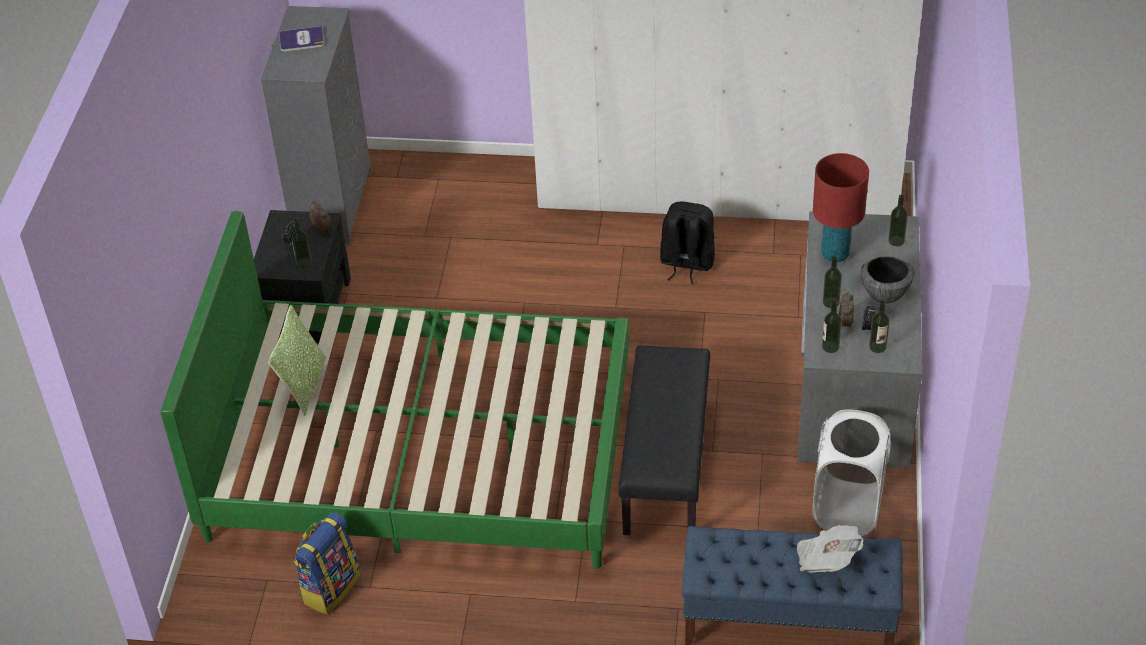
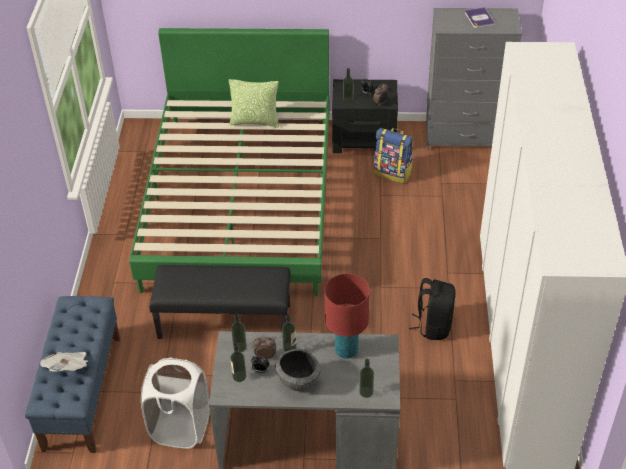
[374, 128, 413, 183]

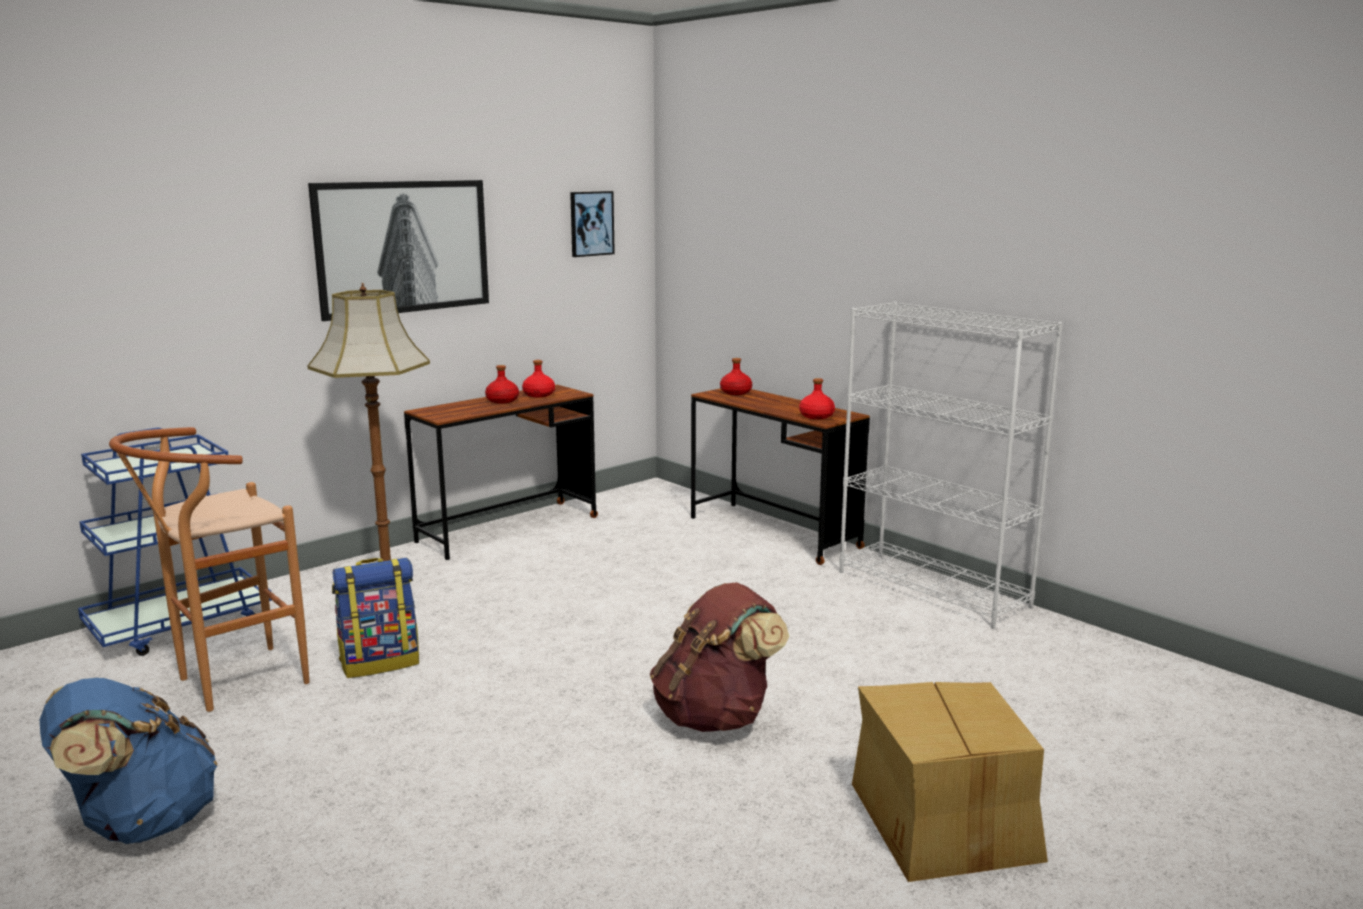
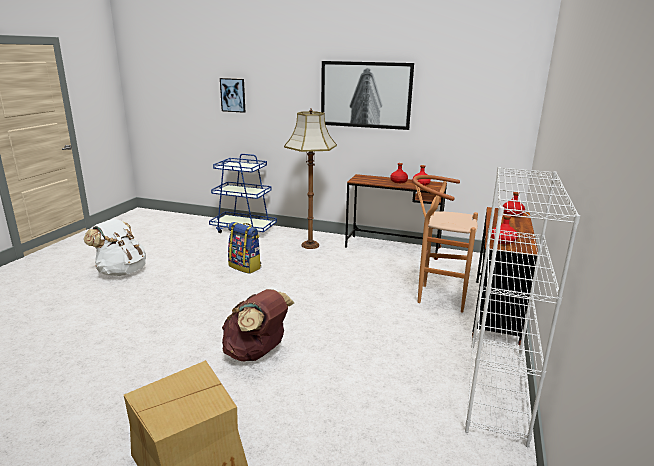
[220, 78, 245, 113]
[413, 175, 478, 313]
[84, 219, 146, 276]

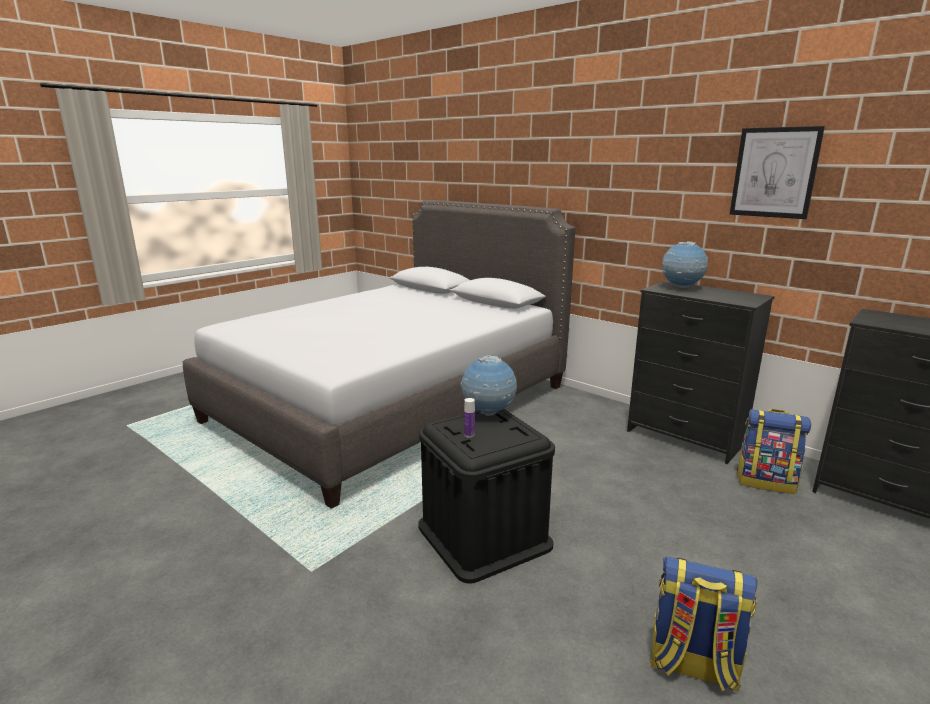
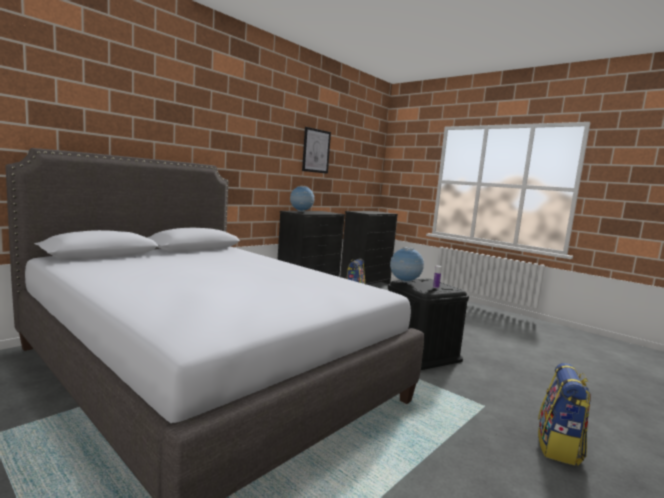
[538, 363, 591, 466]

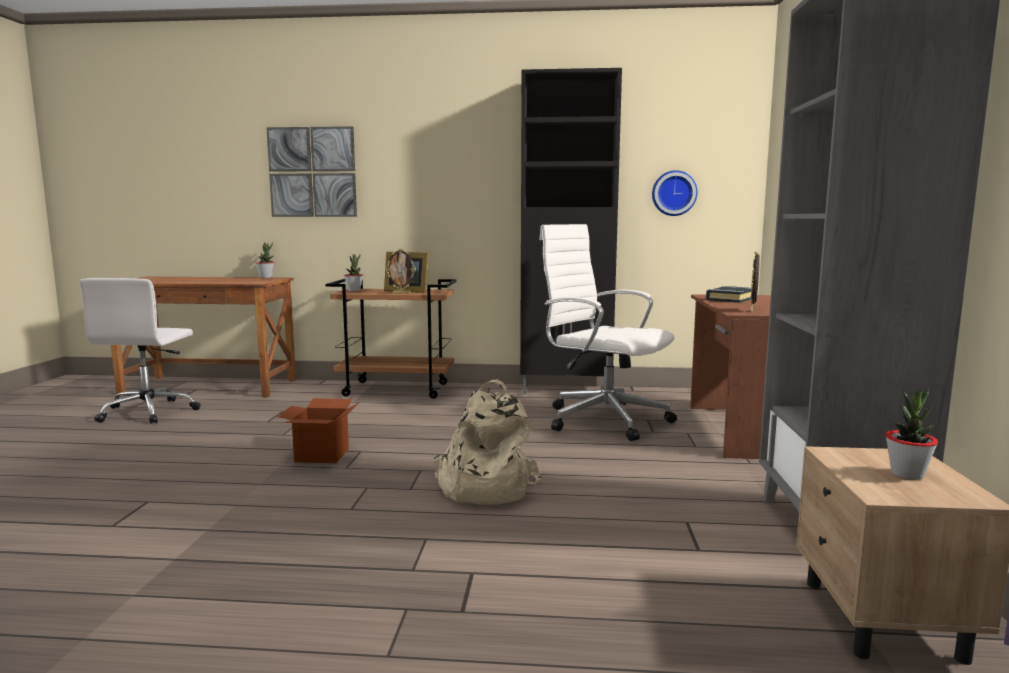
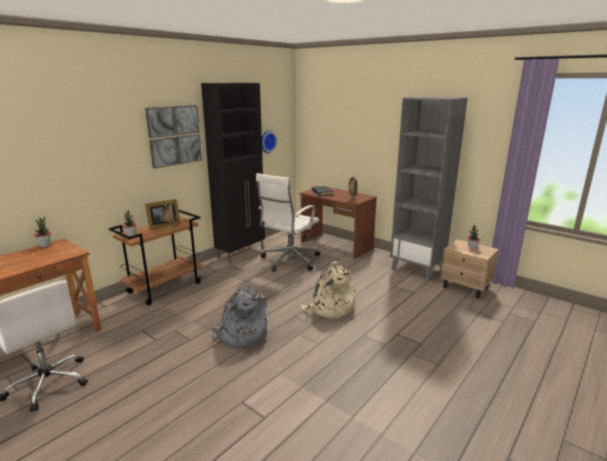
[145, 105, 202, 169]
[256, 173, 320, 271]
[212, 283, 268, 348]

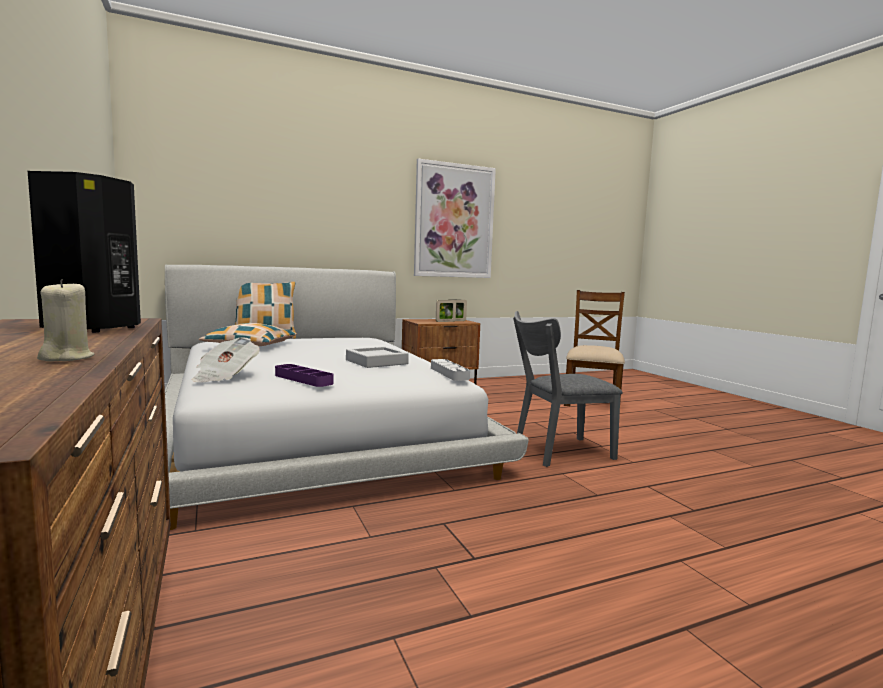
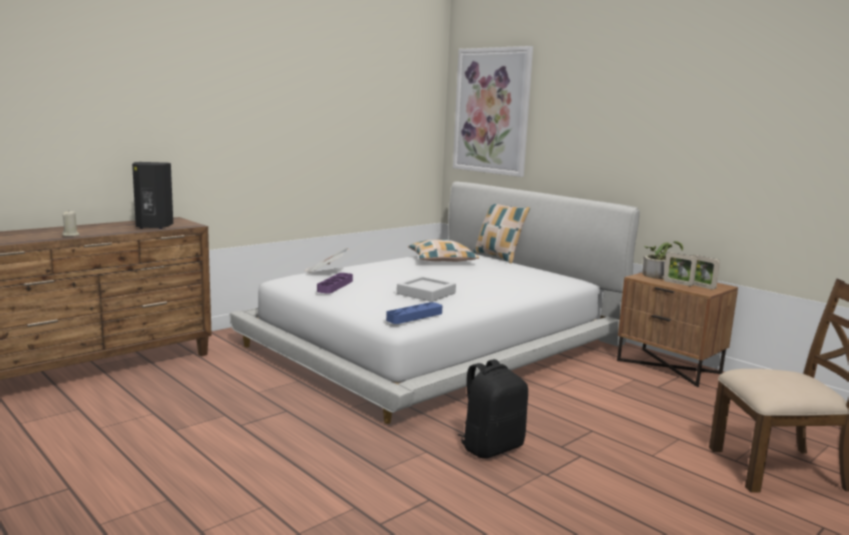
[453, 46, 533, 177]
[458, 359, 528, 458]
[386, 302, 442, 324]
[642, 241, 683, 279]

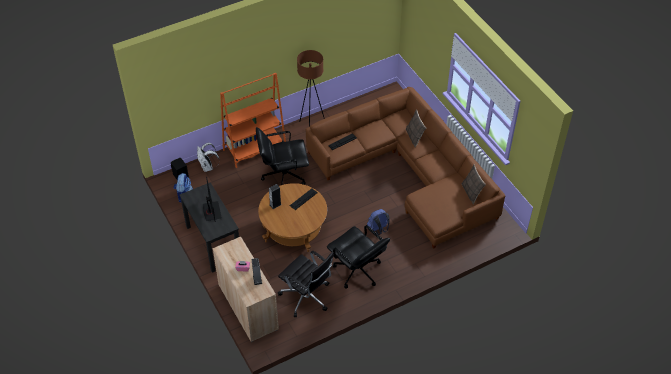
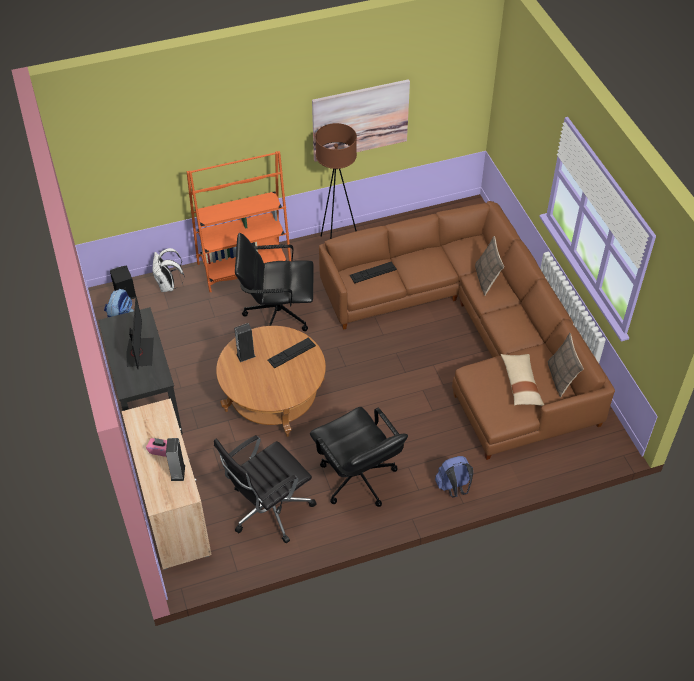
[435, 456, 473, 498]
[214, 435, 317, 543]
[312, 79, 410, 162]
[501, 354, 544, 406]

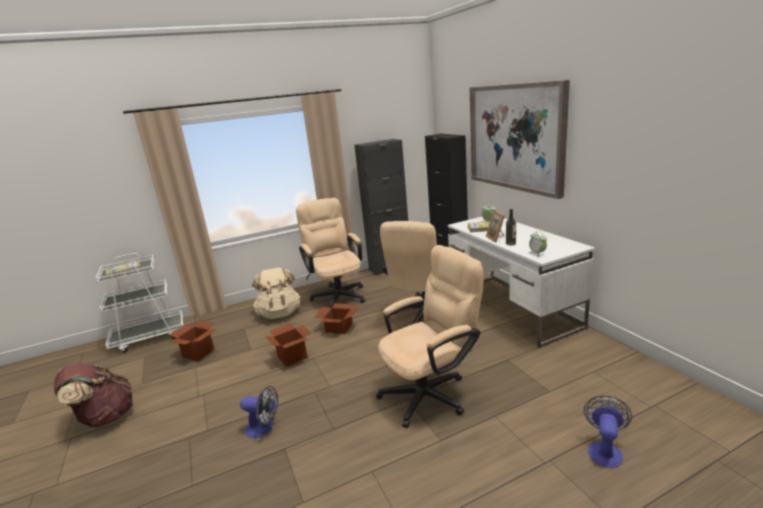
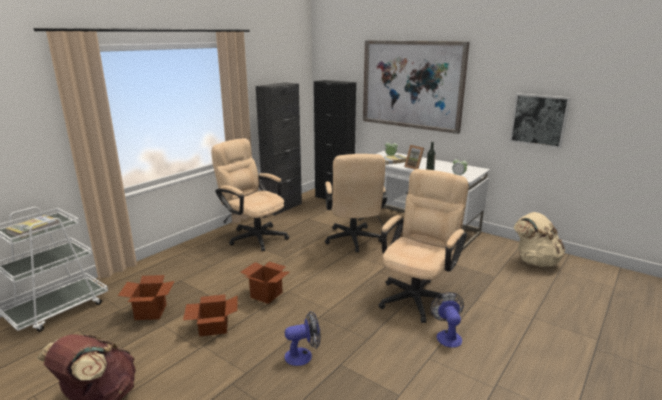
[514, 212, 565, 267]
[183, 294, 238, 337]
[430, 292, 464, 348]
[509, 93, 571, 149]

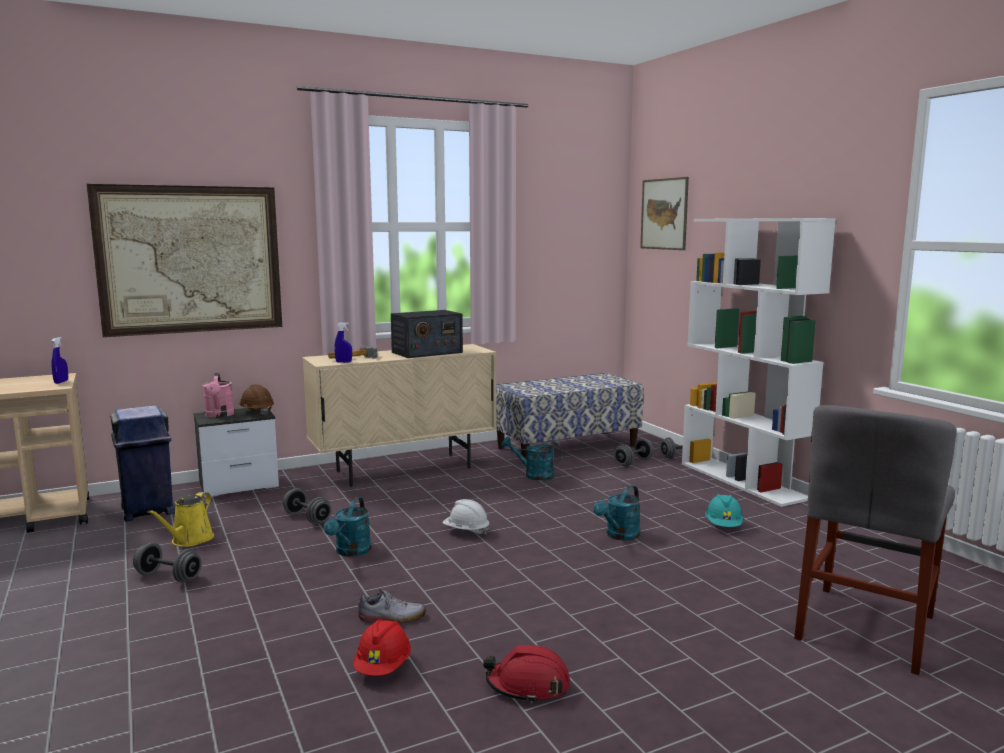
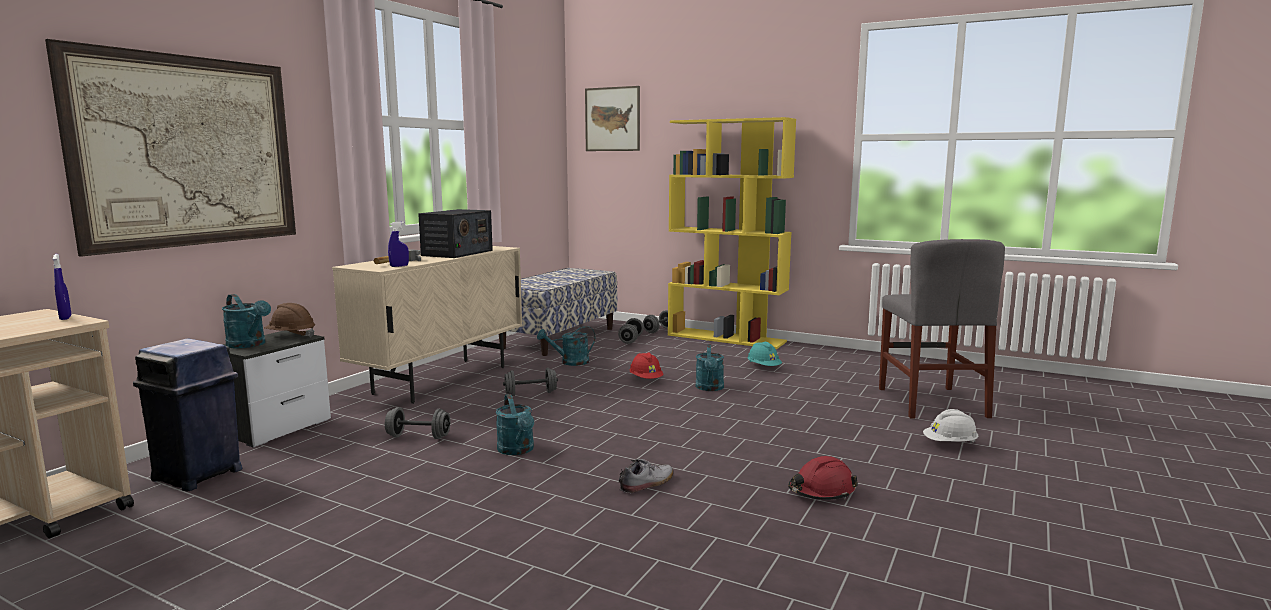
[668, 117, 796, 349]
[222, 294, 271, 349]
[148, 492, 214, 547] (first image)
[923, 409, 978, 443]
[503, 368, 558, 396]
[630, 352, 663, 379]

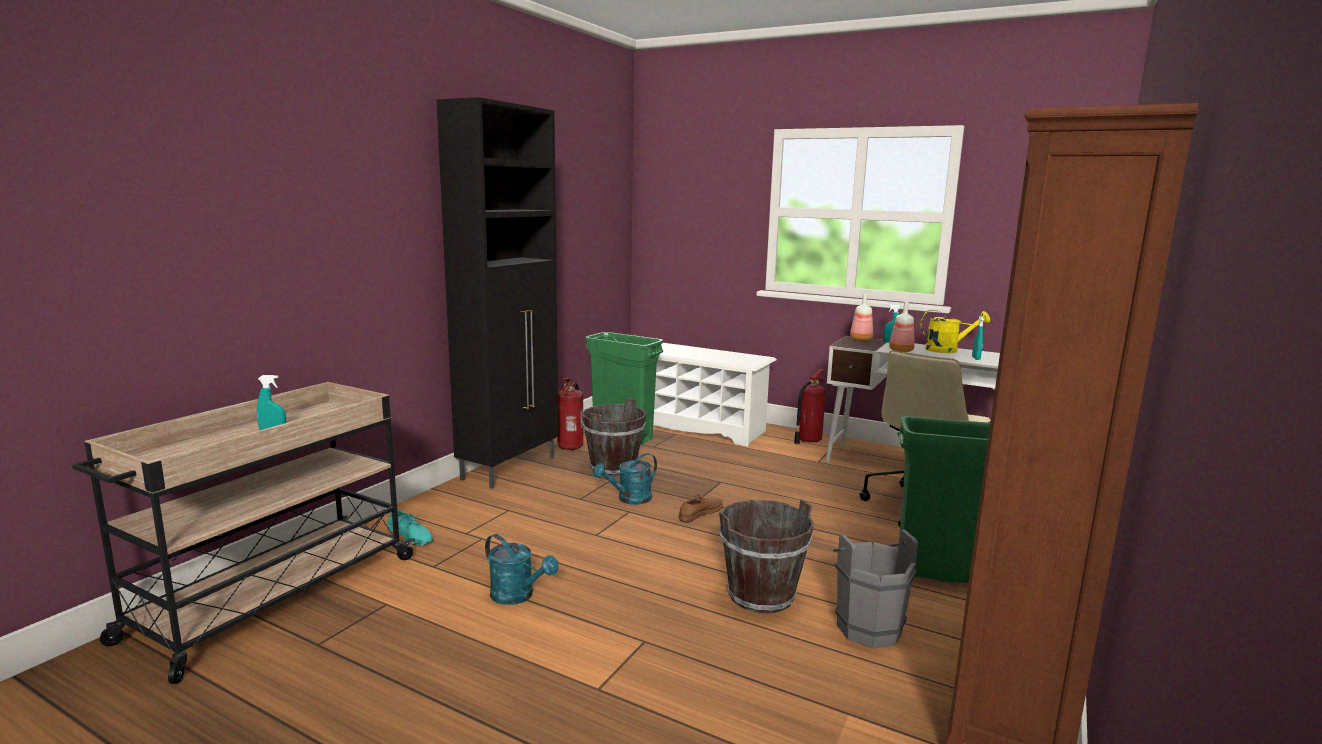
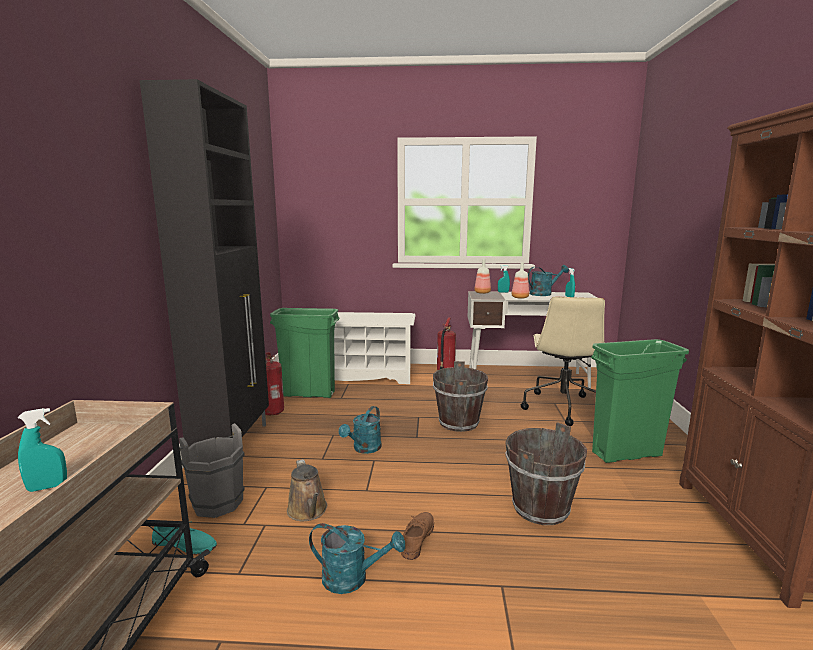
[528, 265, 569, 296]
[433, 361, 488, 432]
[401, 512, 434, 560]
[179, 423, 245, 518]
[287, 459, 327, 521]

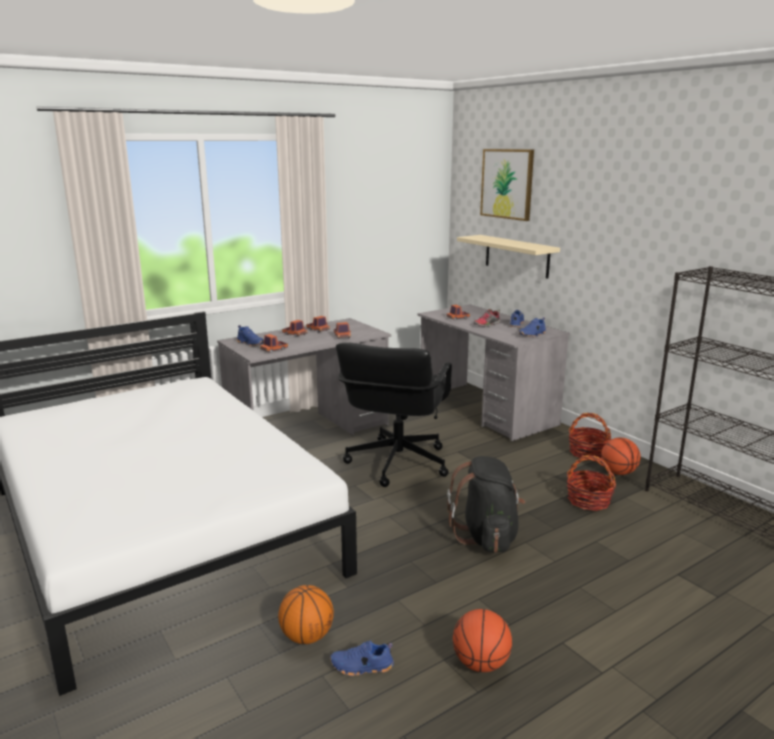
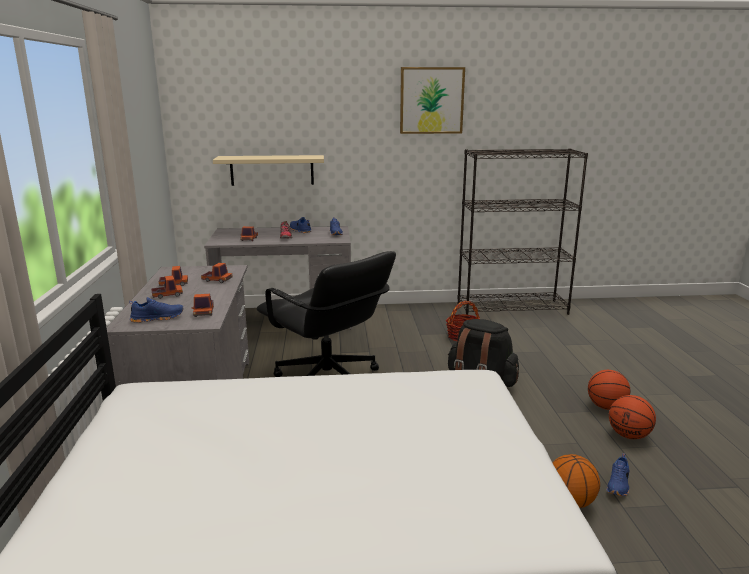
[400, 67, 465, 134]
[569, 413, 611, 459] (first image)
[588, 370, 630, 410]

